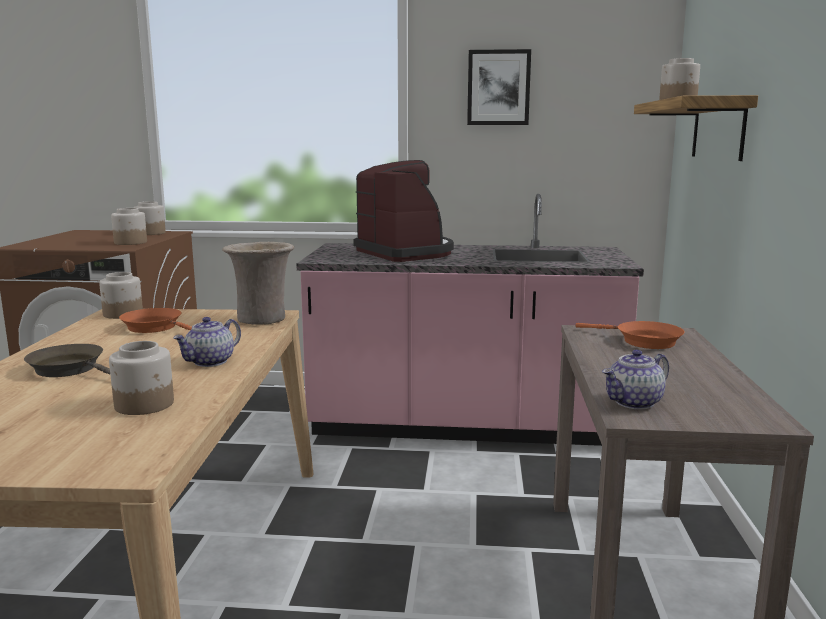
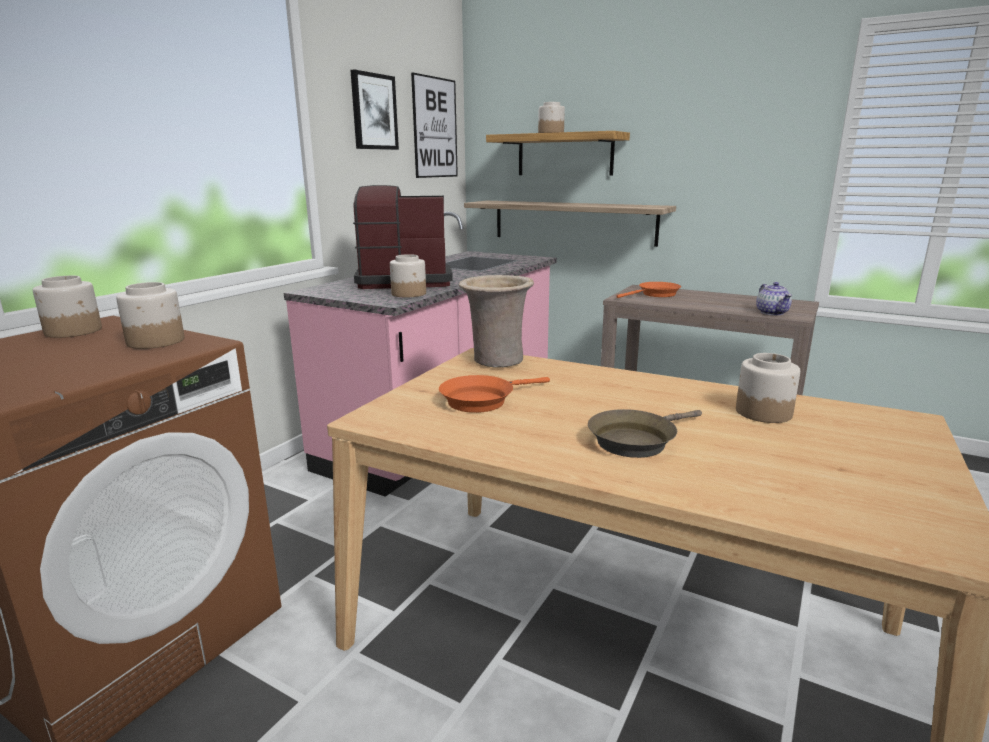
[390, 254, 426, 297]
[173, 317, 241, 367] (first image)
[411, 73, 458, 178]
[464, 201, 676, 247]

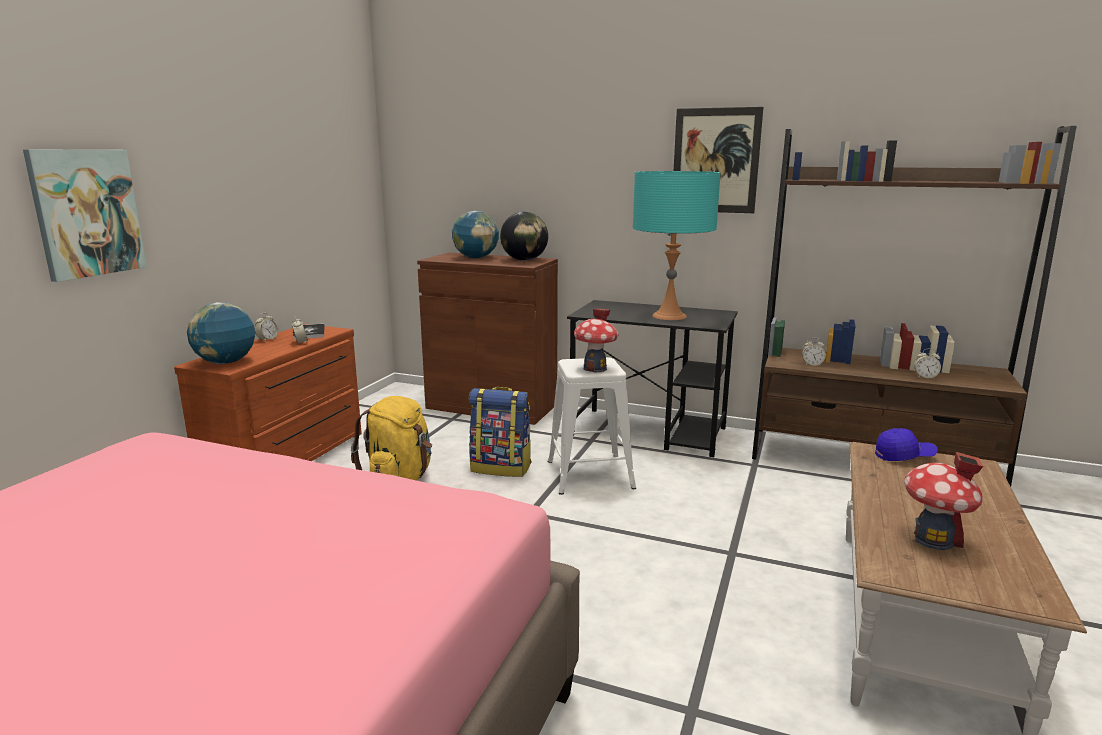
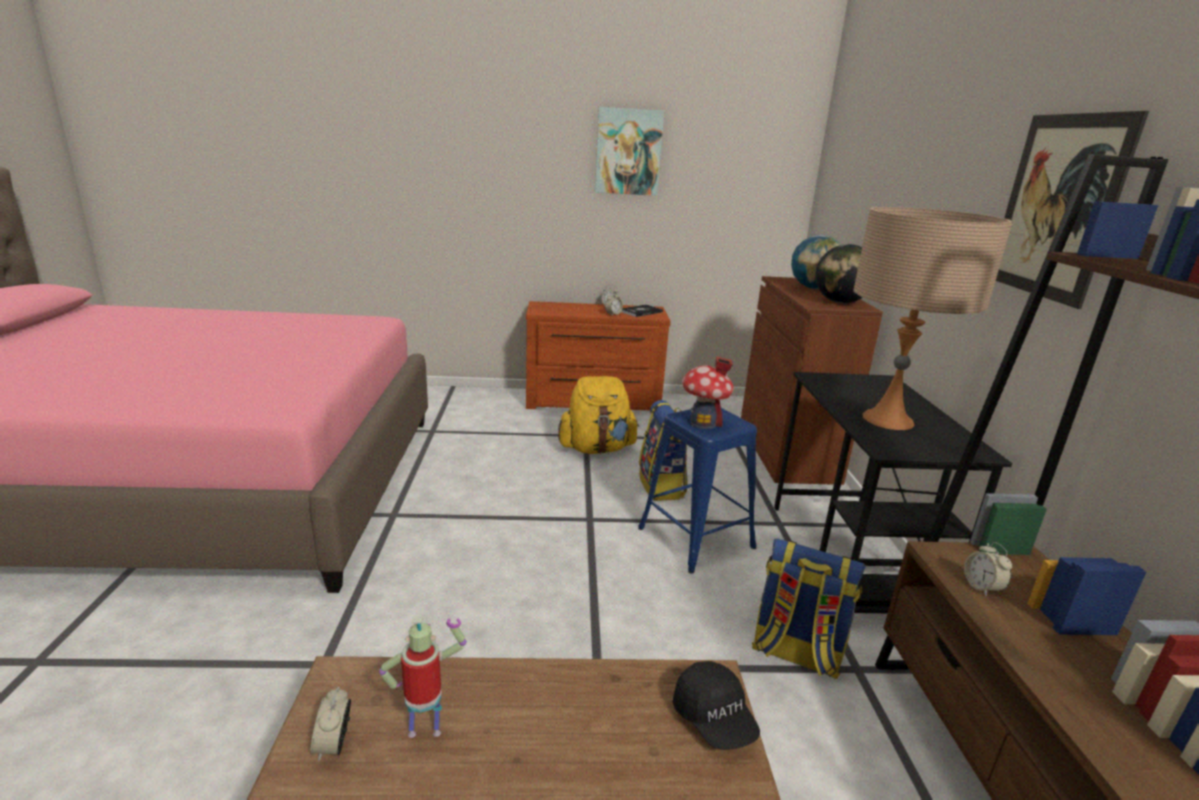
[595, 107, 664, 196]
[853, 207, 1012, 430]
[187, 302, 255, 364] (first image)
[311, 687, 351, 761]
[638, 408, 757, 574]
[673, 661, 760, 750]
[379, 616, 466, 738]
[752, 538, 866, 679]

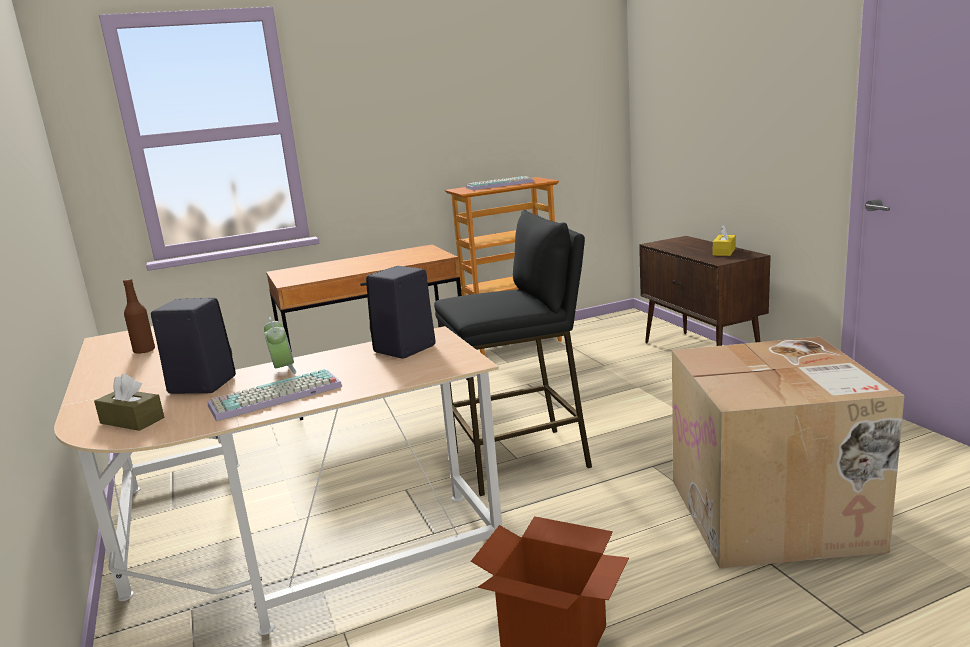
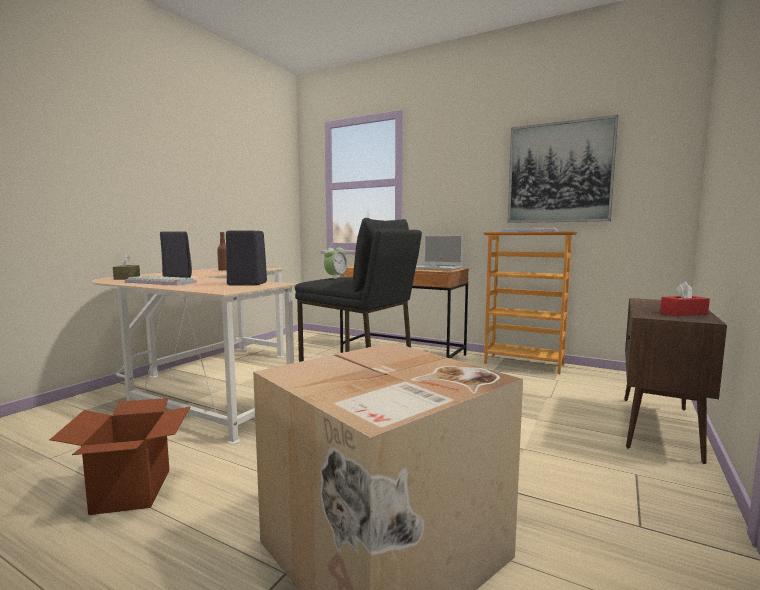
[660, 282, 710, 316]
[324, 243, 347, 279]
[507, 115, 618, 223]
[415, 235, 463, 271]

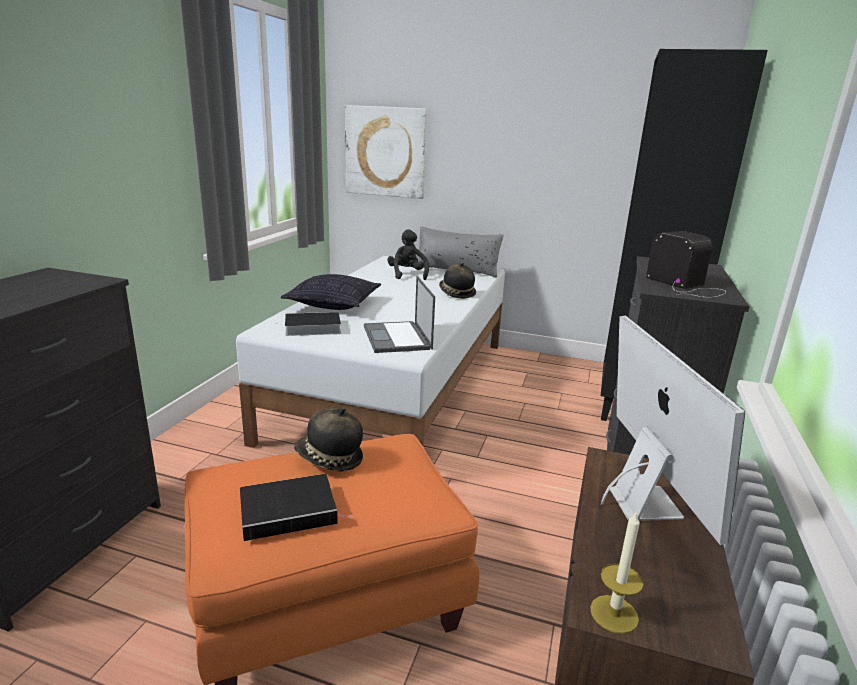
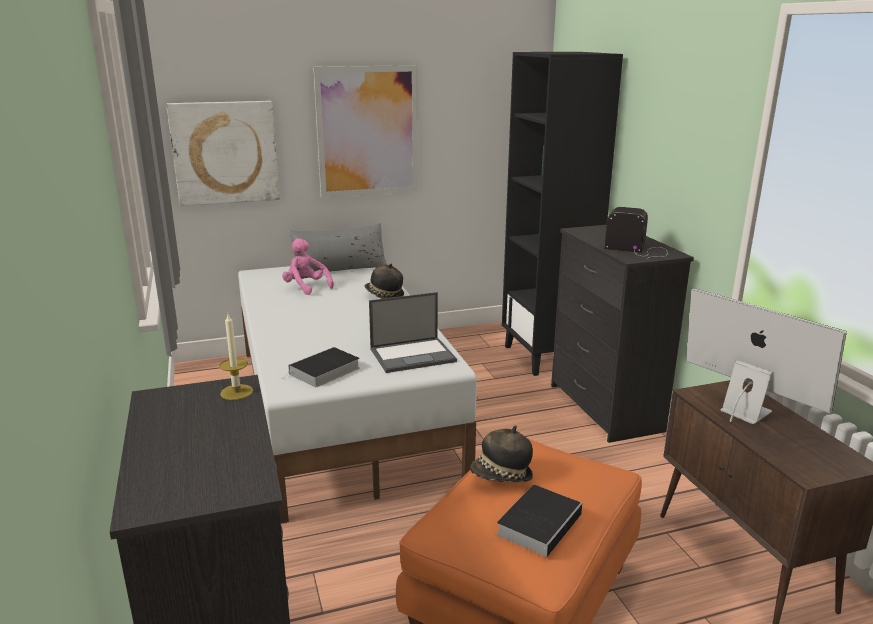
[282, 238, 334, 295]
[281, 274, 381, 310] (first image)
[369, 292, 457, 373]
[219, 314, 253, 400]
[313, 65, 418, 198]

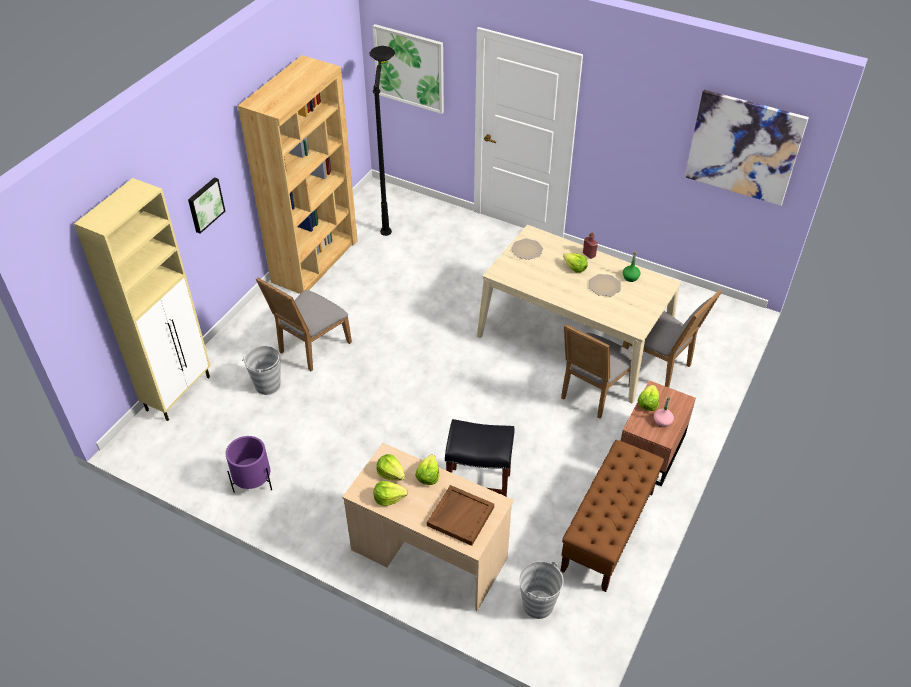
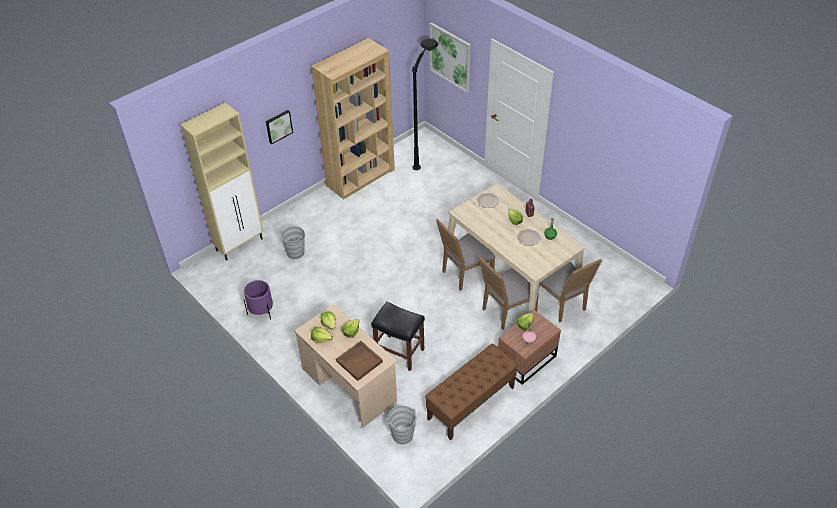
[685, 90, 809, 206] (first image)
[436, 219, 495, 291]

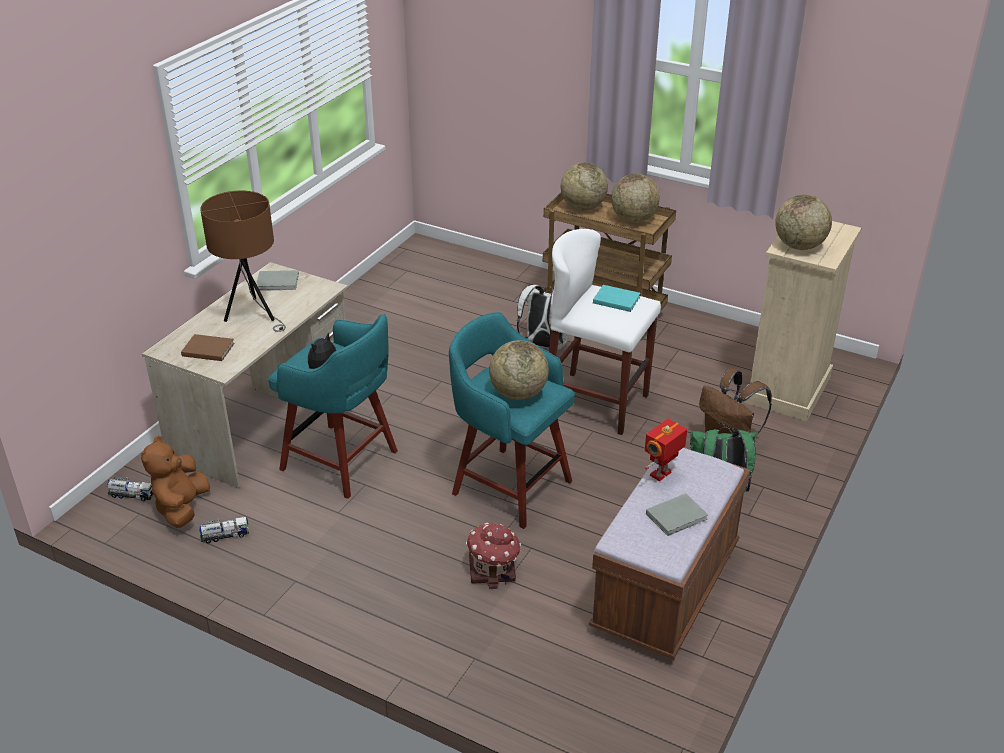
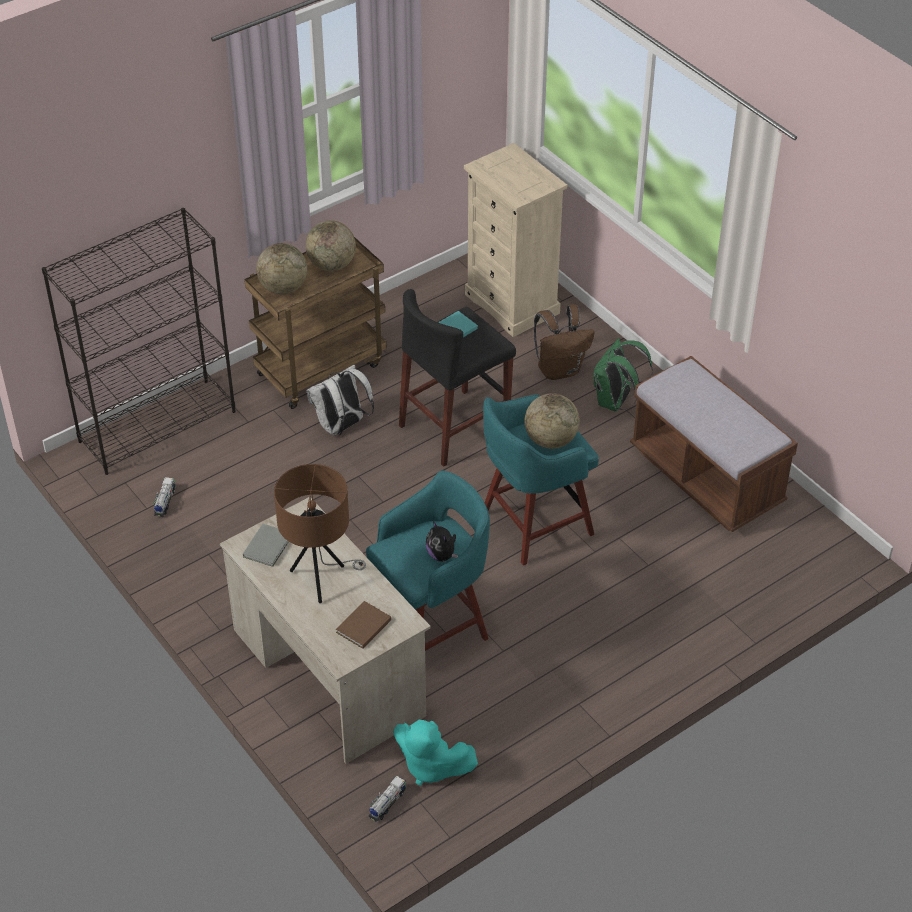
[775, 194, 832, 250] (first image)
[399, 289, 516, 467]
[645, 419, 687, 481] (first image)
[393, 720, 478, 786]
[646, 493, 708, 536] (first image)
[153, 477, 175, 517]
[466, 523, 521, 589] (first image)
[42, 208, 236, 475]

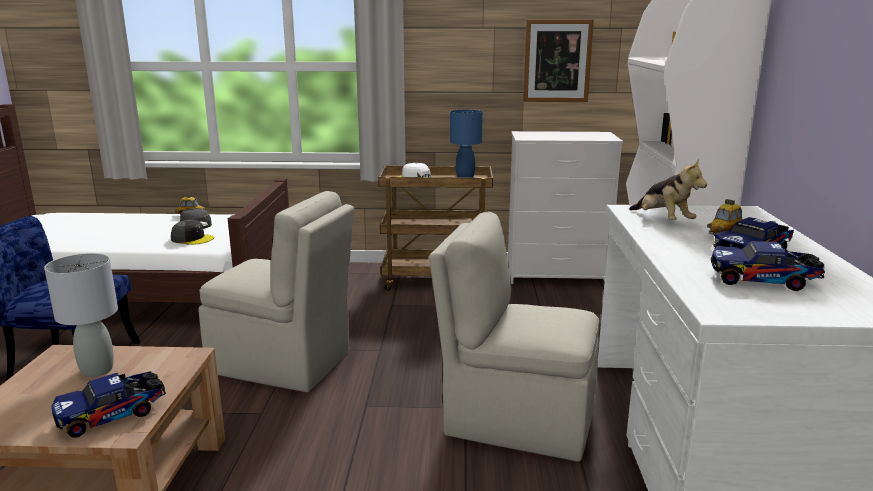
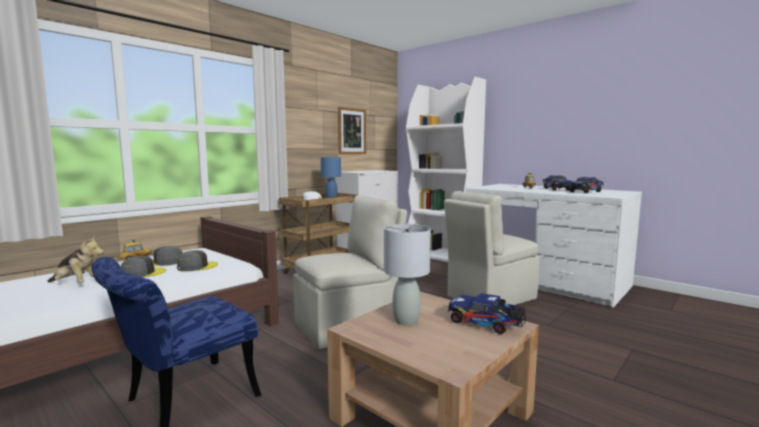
[47, 236, 104, 282]
[448, 293, 527, 334]
[121, 256, 166, 277]

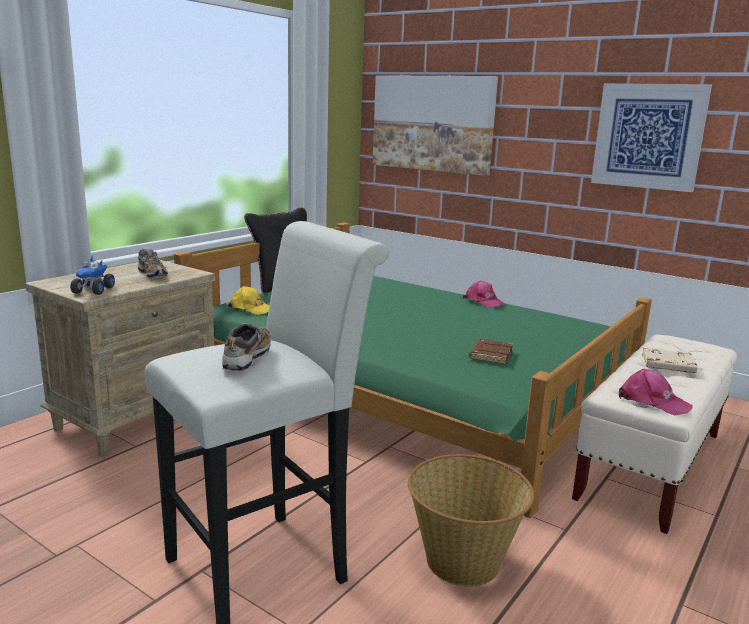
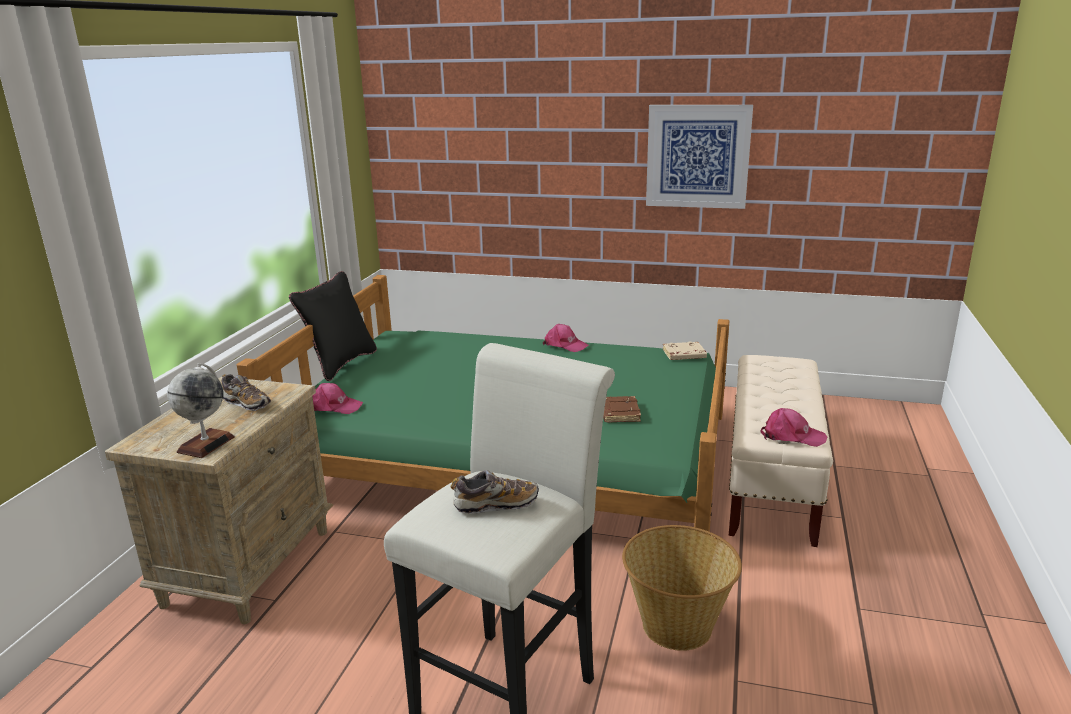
[373, 75, 498, 176] (first image)
[167, 363, 235, 458]
[312, 383, 363, 414]
[451, 470, 539, 514]
[663, 341, 707, 360]

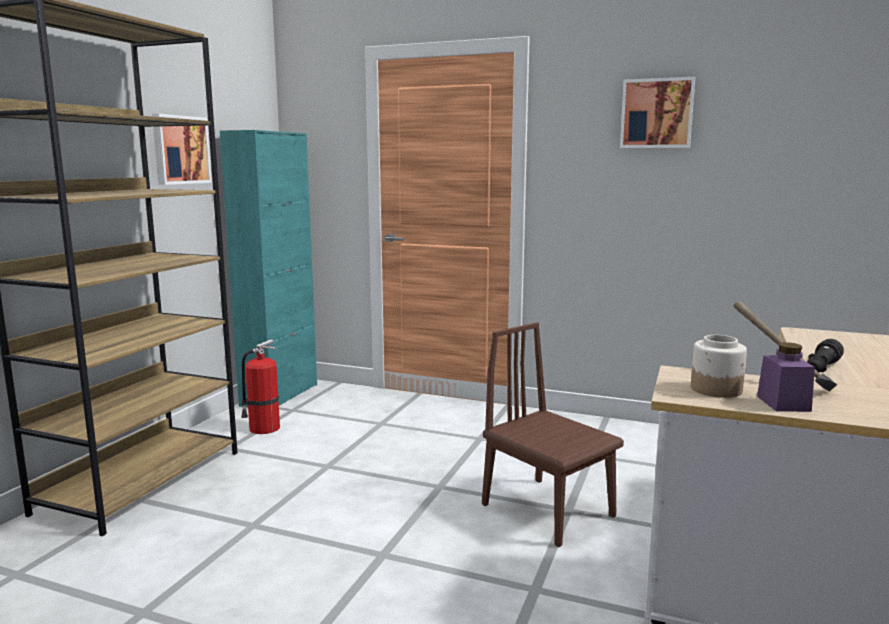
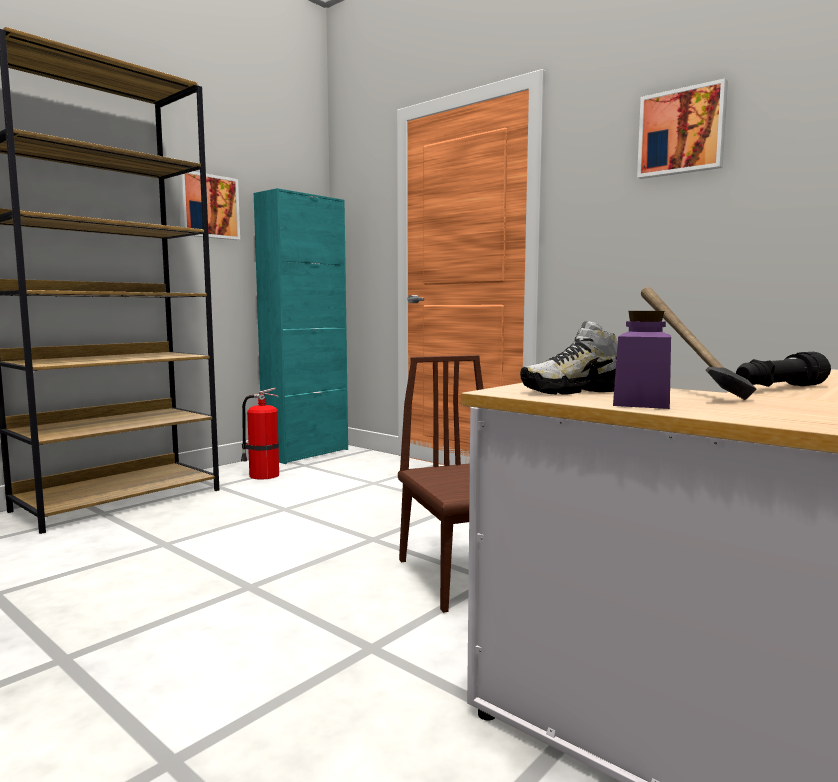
[520, 321, 618, 395]

